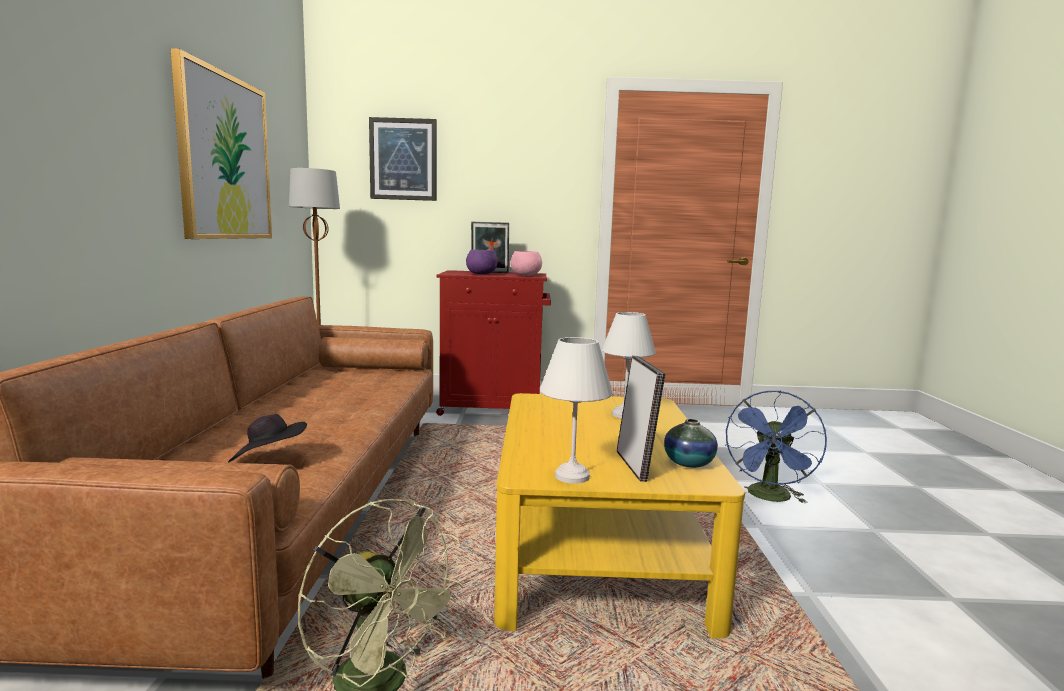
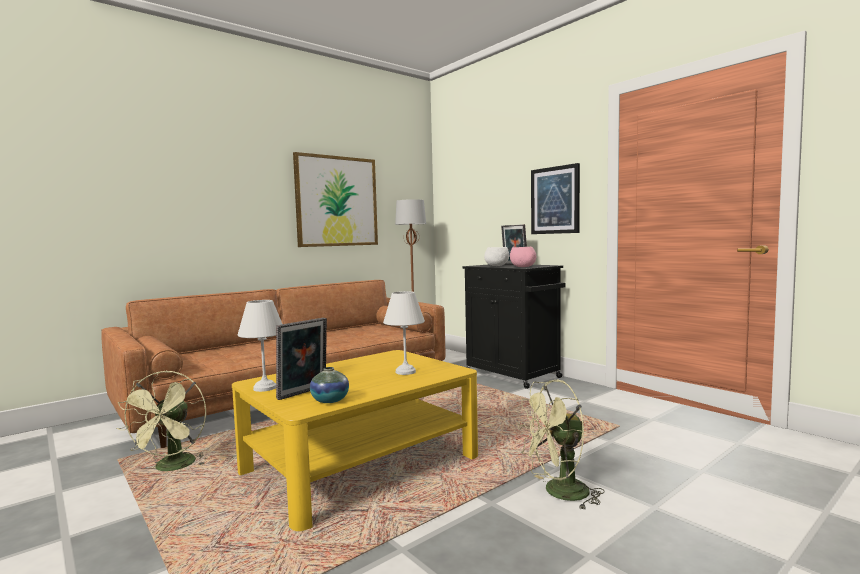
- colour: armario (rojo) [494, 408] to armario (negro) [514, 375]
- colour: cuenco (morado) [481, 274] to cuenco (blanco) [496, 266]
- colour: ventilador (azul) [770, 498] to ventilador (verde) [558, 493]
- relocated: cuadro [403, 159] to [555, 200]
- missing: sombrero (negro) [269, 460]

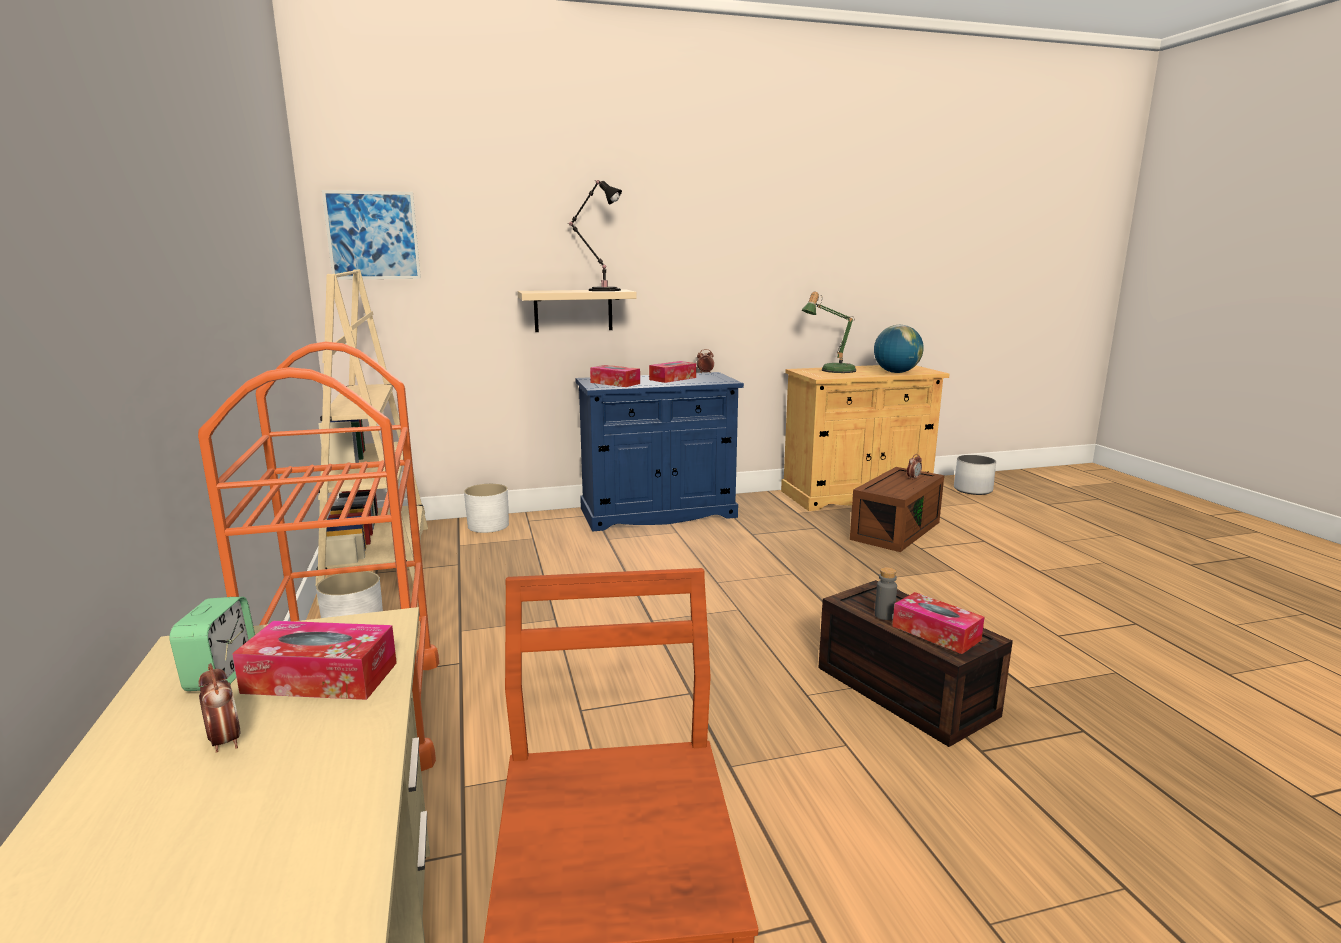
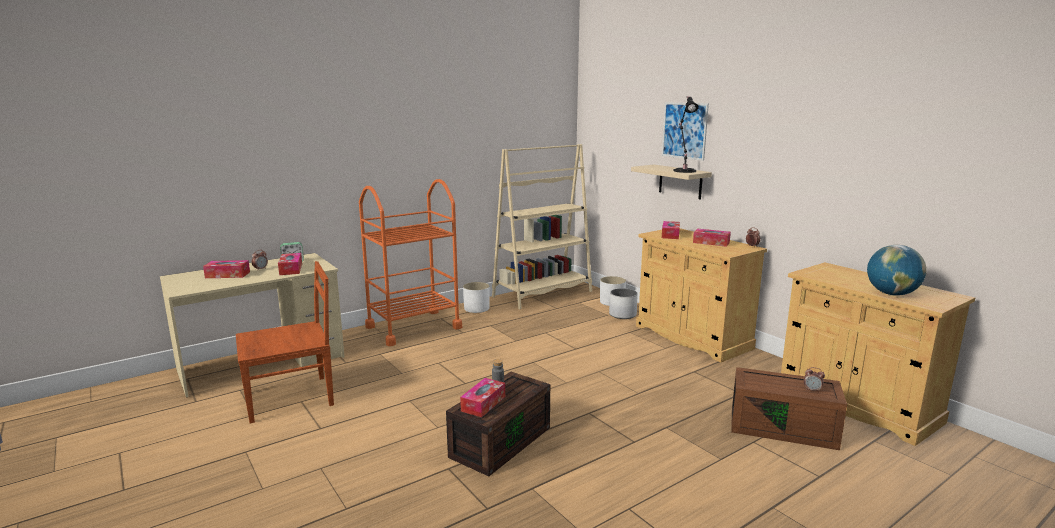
- appeared: caja de pañuelos [227, 275]
- relocated: maceta (blanco) [972, 490] to [623, 315]
- colour: armario (azul) [658, 513] to armario (beis) [692, 337]
- relocated: cuadro [372, 235] to [684, 130]
- missing: lámpara de mesa [833, 371]

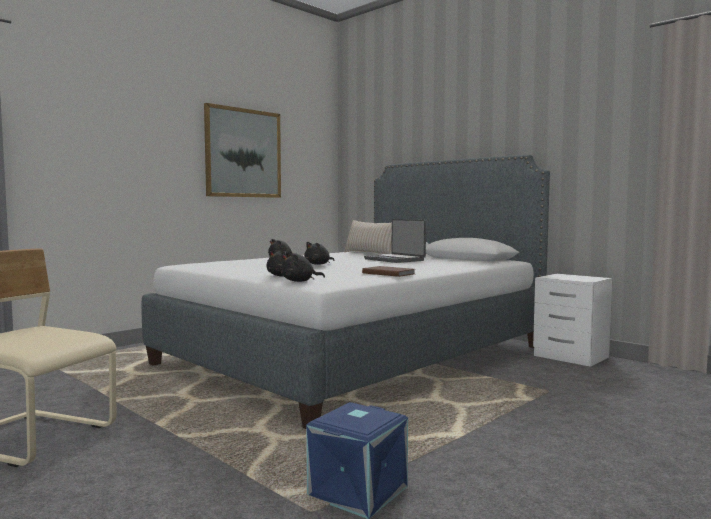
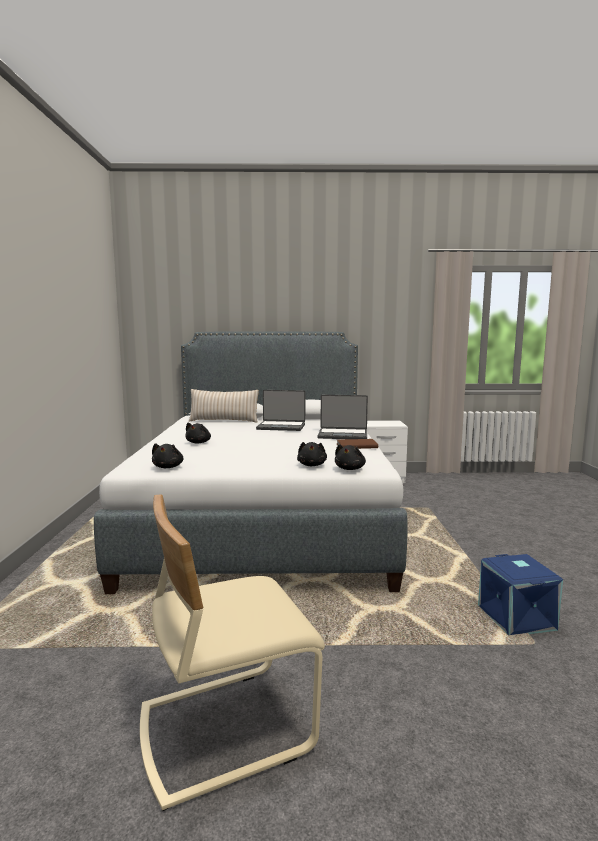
- relocated: peluche (negro) [318, 264] to [168, 467]
- appeared: portátil [343, 435]
- missing: cuadro [243, 153]

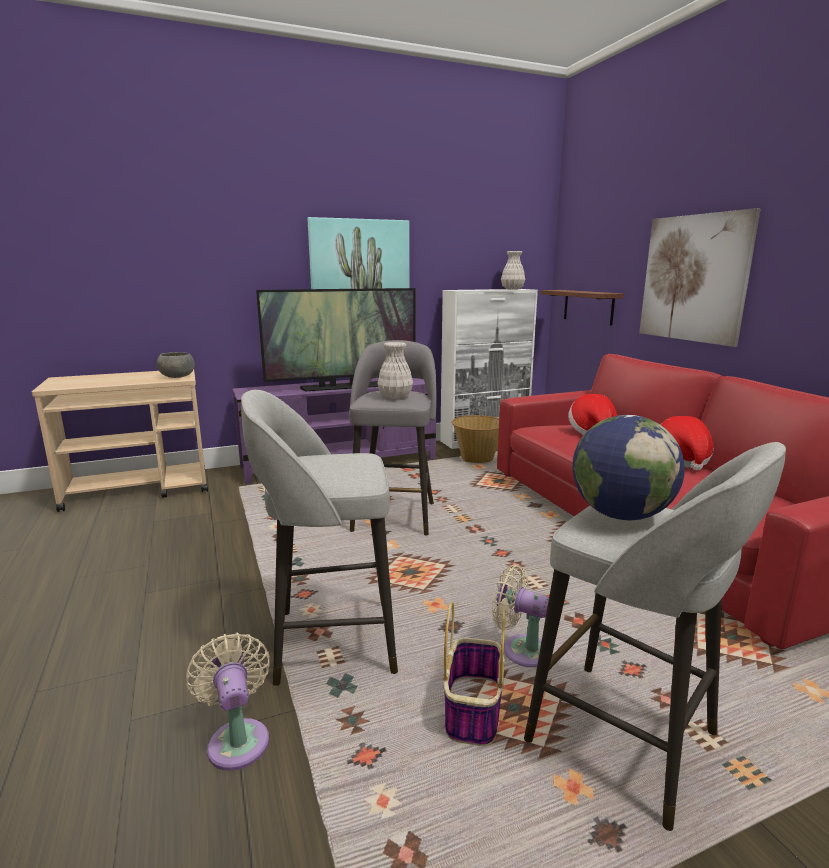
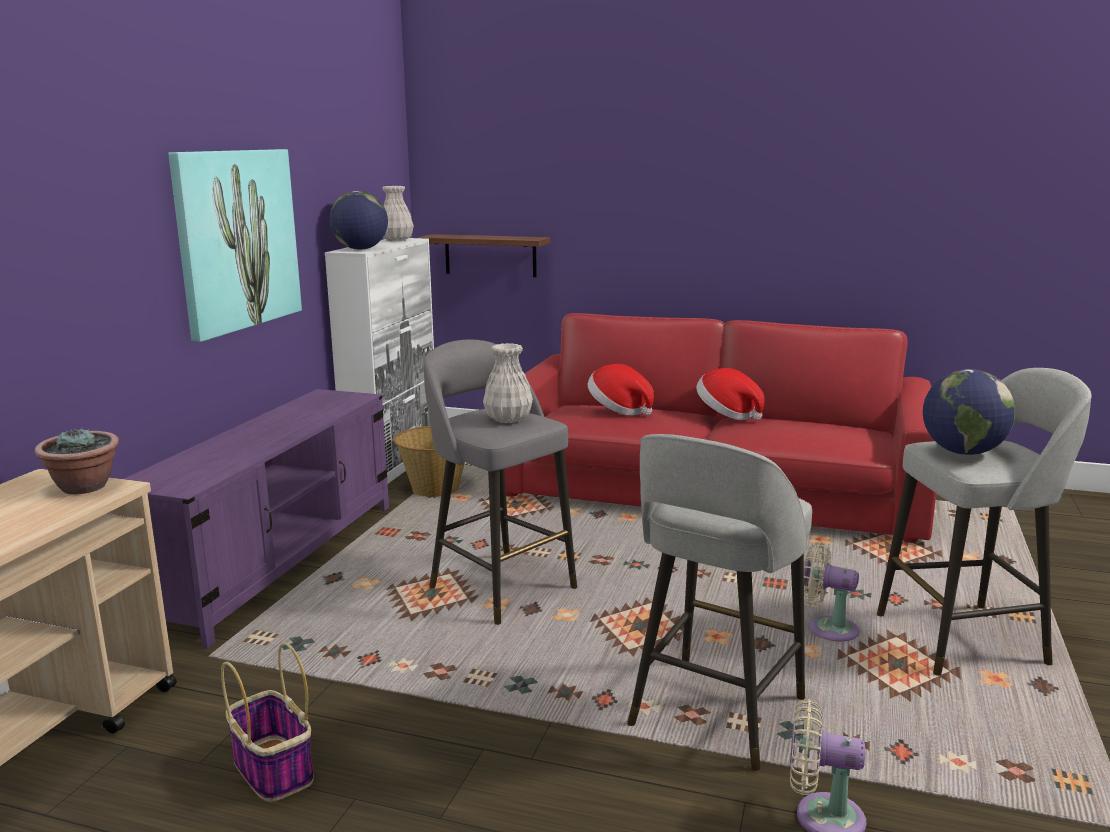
- exchanged: cuenco (gris) [177, 376] to planta en maceta [84, 487]
- relocated: cesta [472, 709] to [272, 769]
- appeared: globo terráqueo [360, 249]
- spun: ventilador (beis) [521, 650] = [827, 629] 45 degrees clockwise
- missing: televisor [342, 387]
- missing: cuadro [693, 278]

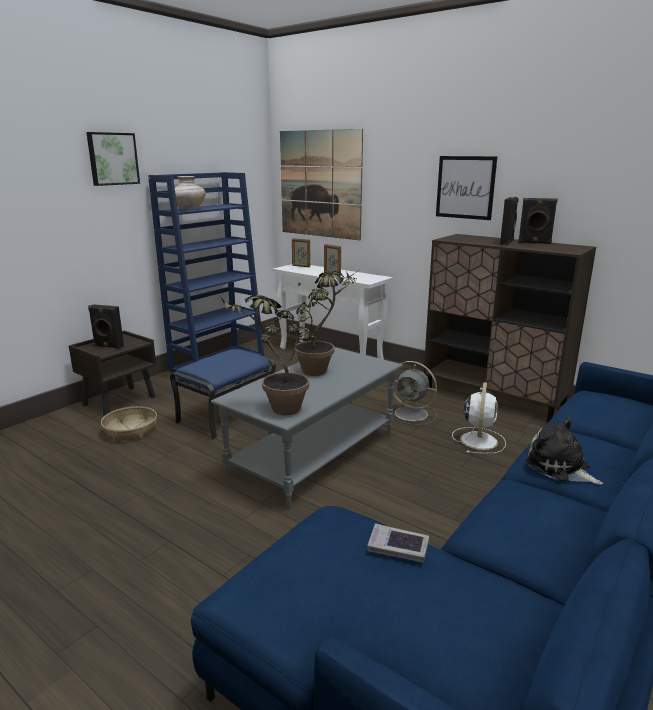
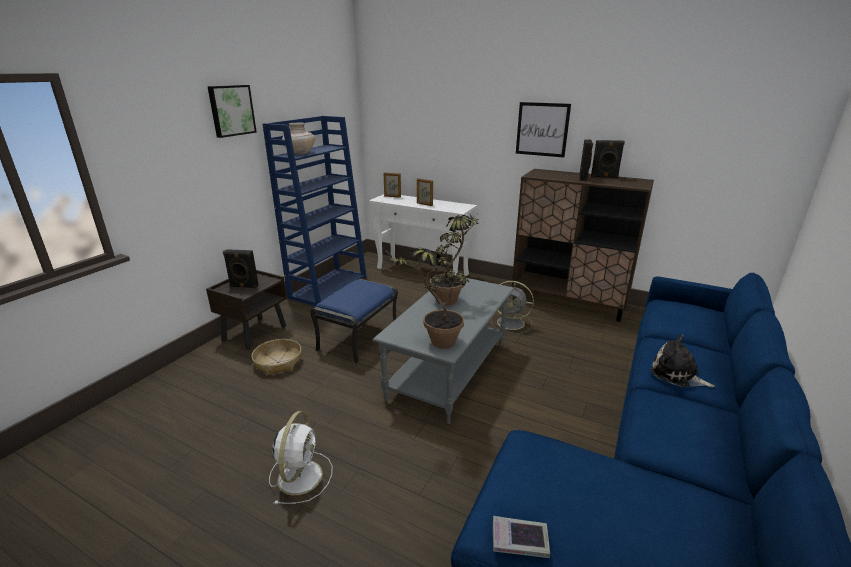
- relocated: ventilador (blanco) [478, 440] to [301, 475]
- relocated: libro [398, 548] to [519, 540]
- missing: cuadro [320, 184]

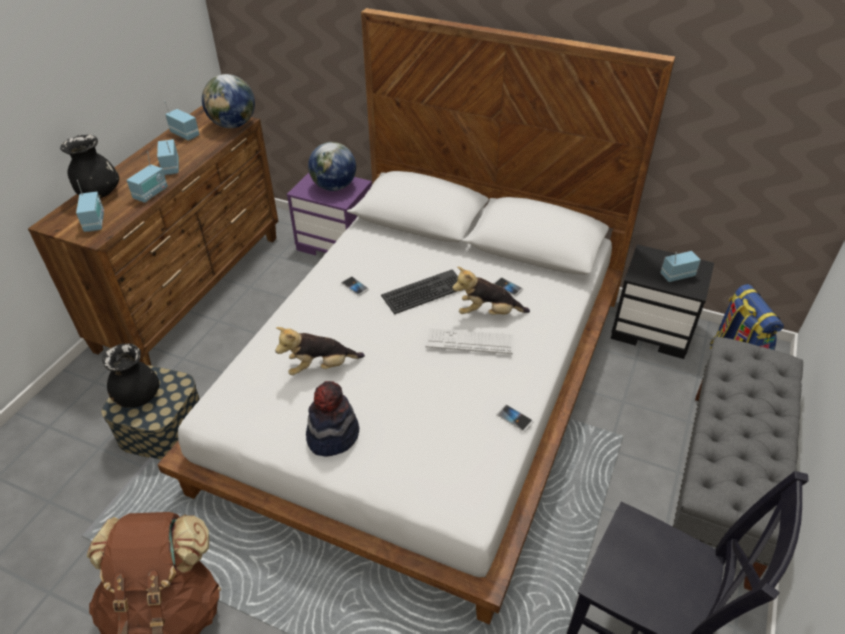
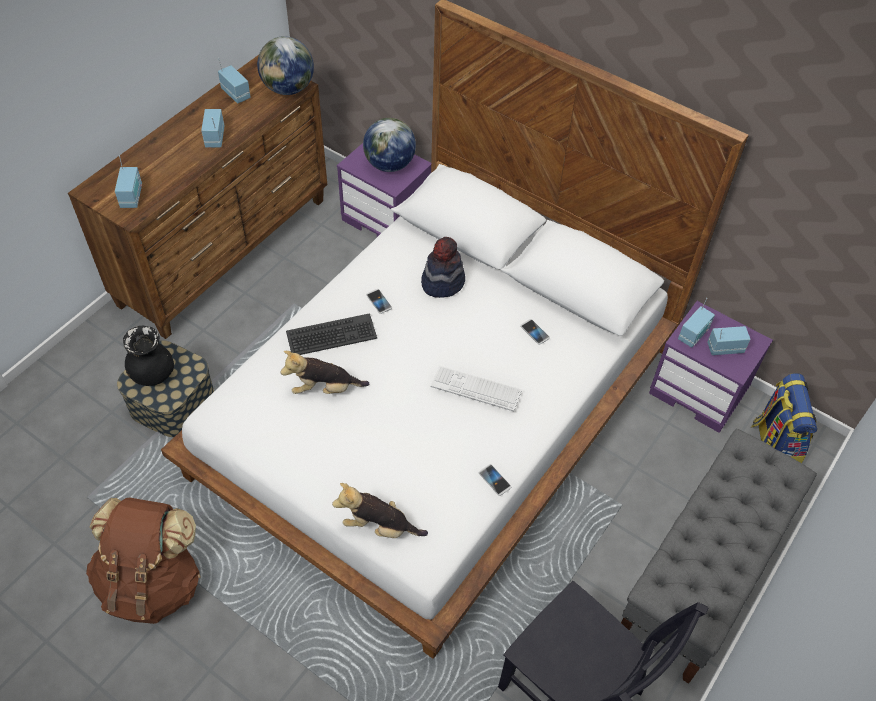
- relocated: teclado [424, 292] to [331, 336]
- relocated: peluche [488, 313] to [379, 526]
- relocated: sombrero [332, 435] to [442, 282]
- colour: mesita de noche (negro) [653, 329] to mesita de noche (morado) [699, 391]
- relocated: radio [151, 194] to [693, 335]
- missing: florero (negro) [99, 194]

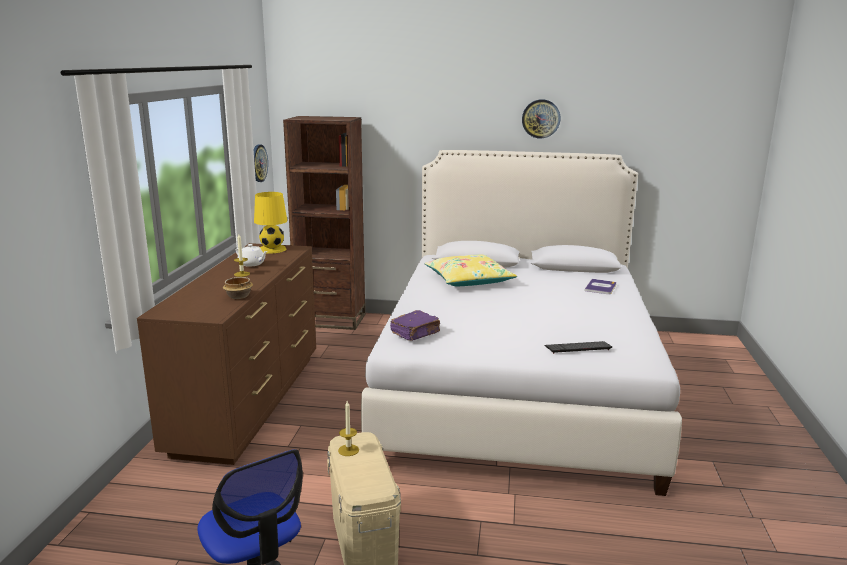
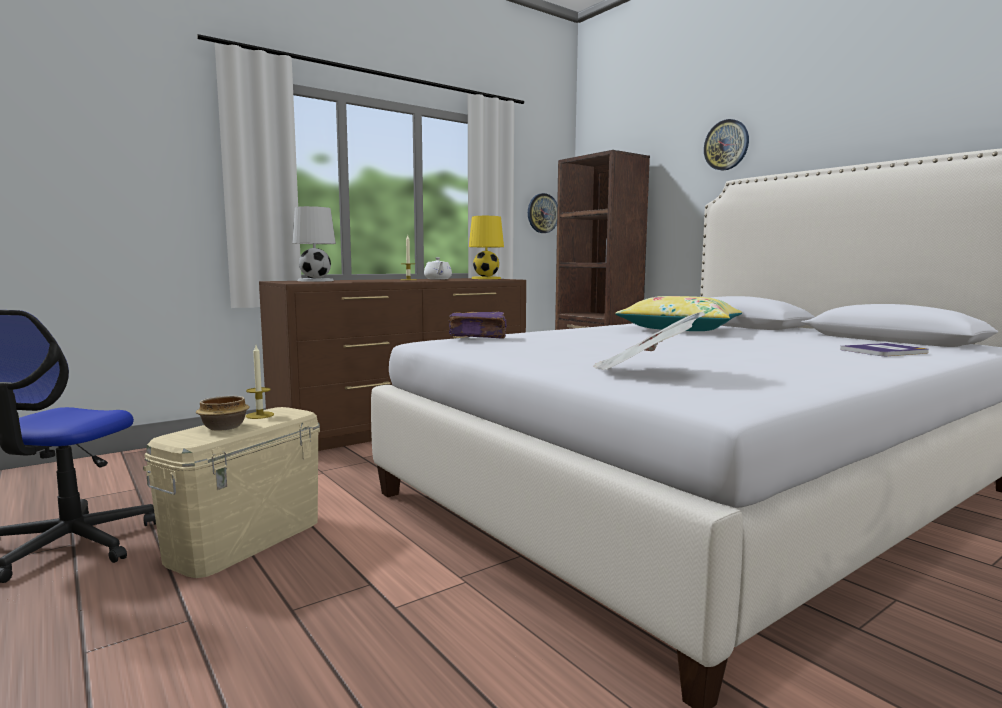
- relocated: cuenco [239, 296] to [223, 427]
- appeared: lámpara de mesa (blanco) [316, 280]
- exchanged: teclado [578, 348] to periódico [643, 371]
- relocated: reloj de pared [541, 118] to [726, 145]

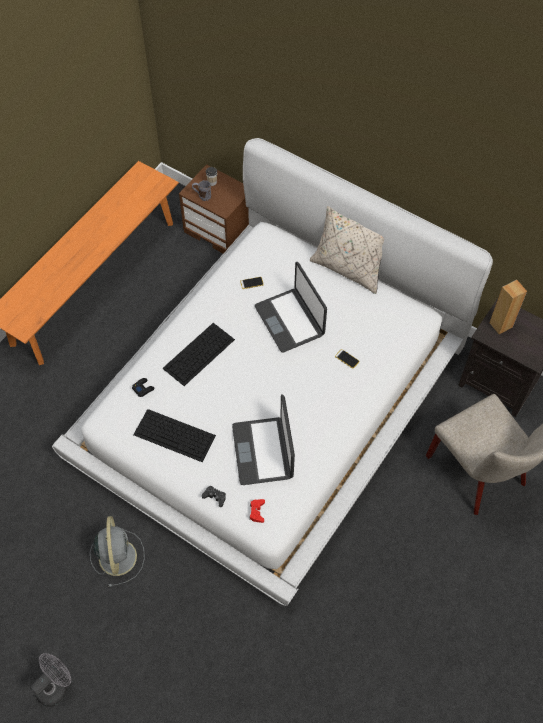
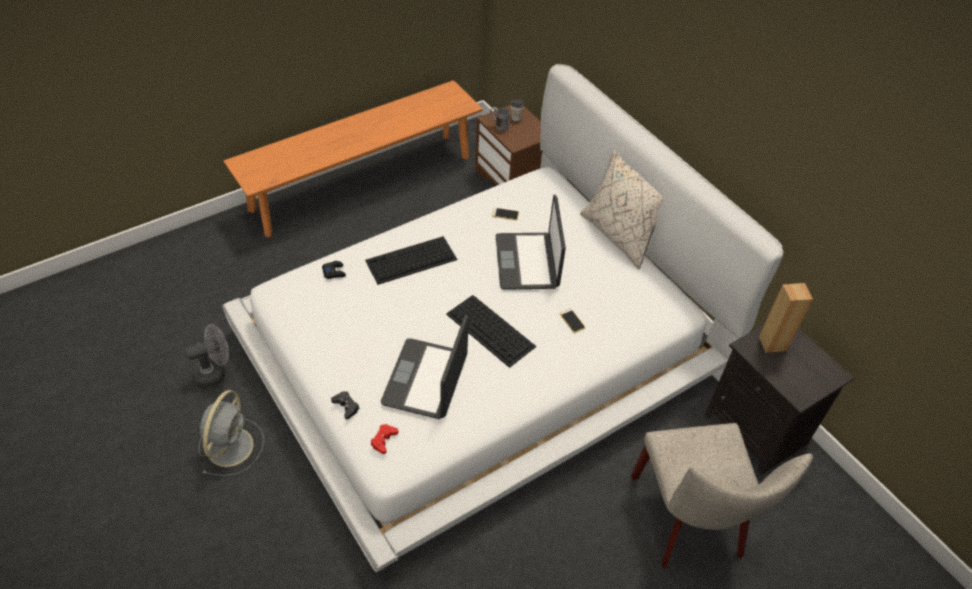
- relocated: ventilador (gris) [55, 686] to [214, 372]
- relocated: teclado [175, 435] to [491, 330]

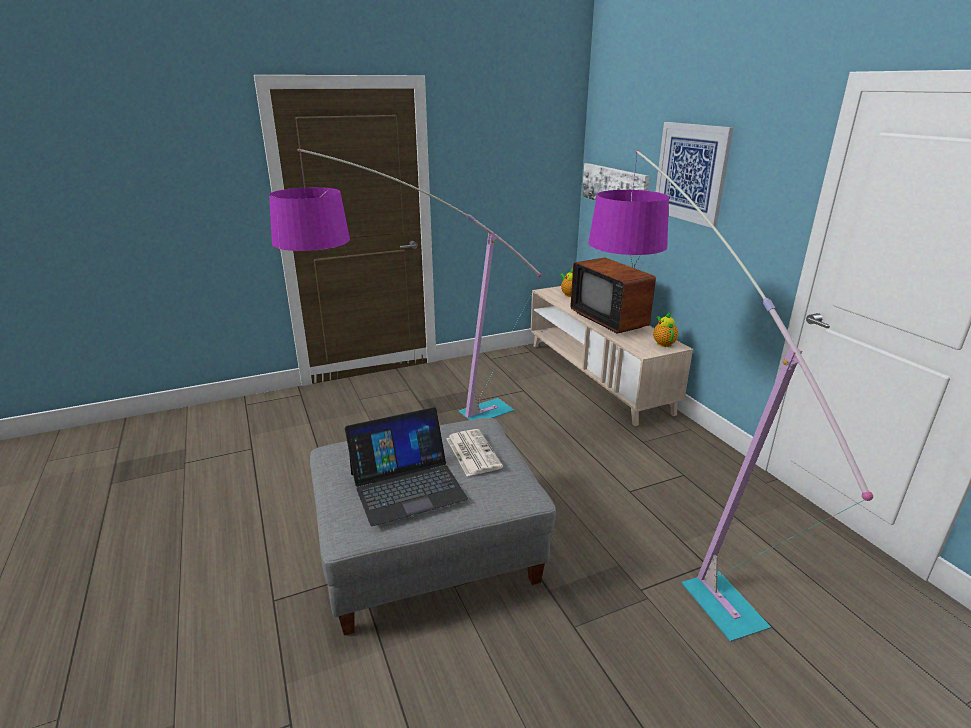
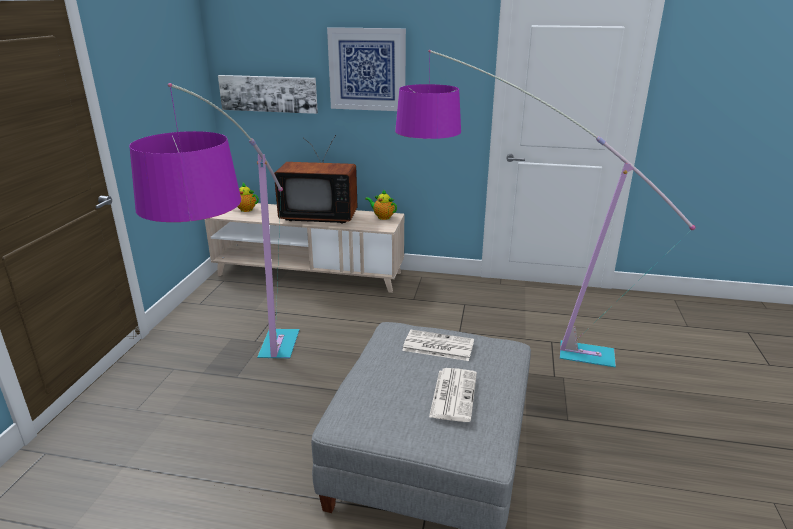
- exchanged: portátil [407, 485] to periódico [453, 394]

